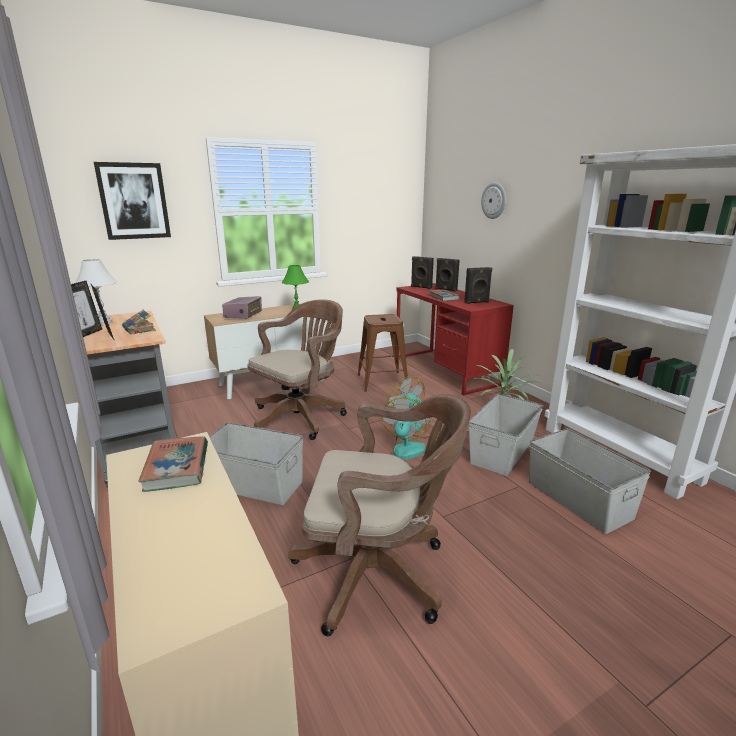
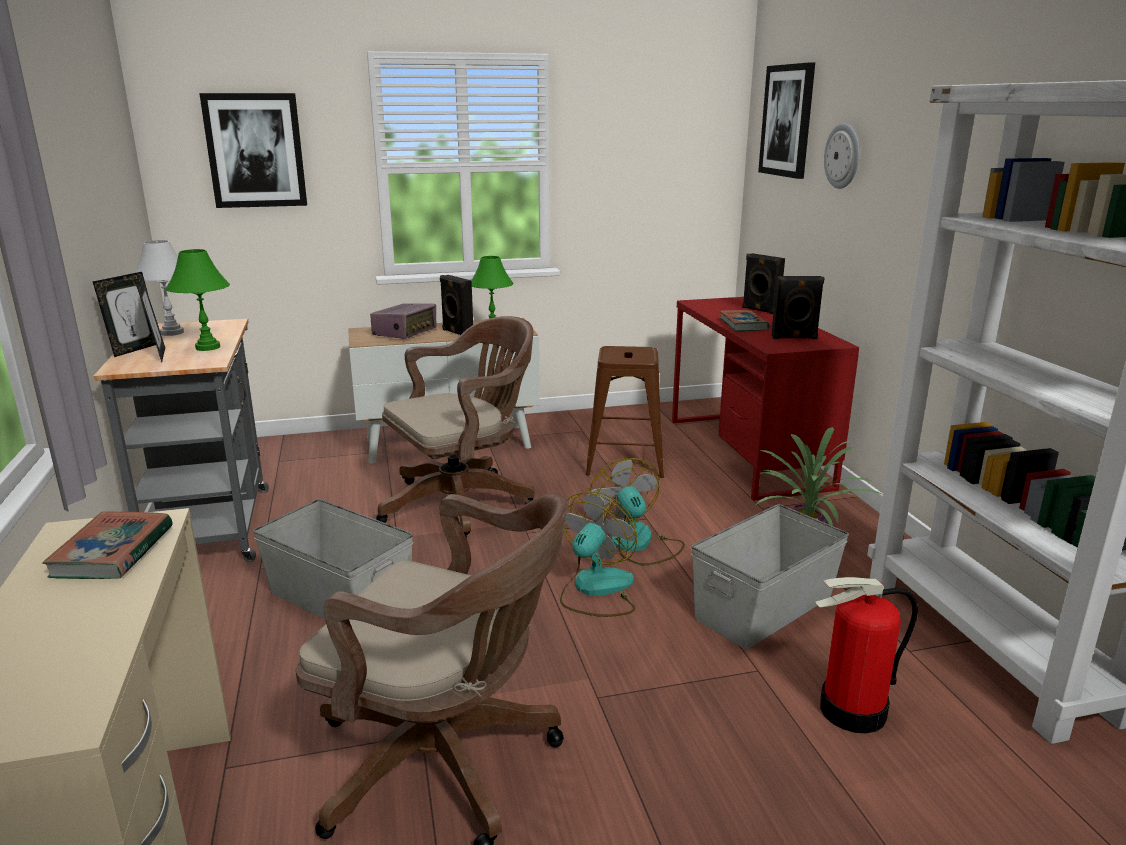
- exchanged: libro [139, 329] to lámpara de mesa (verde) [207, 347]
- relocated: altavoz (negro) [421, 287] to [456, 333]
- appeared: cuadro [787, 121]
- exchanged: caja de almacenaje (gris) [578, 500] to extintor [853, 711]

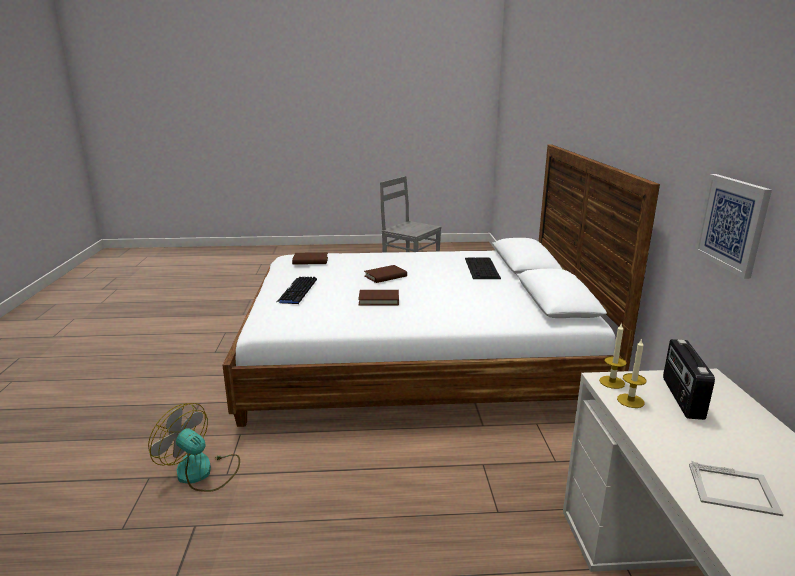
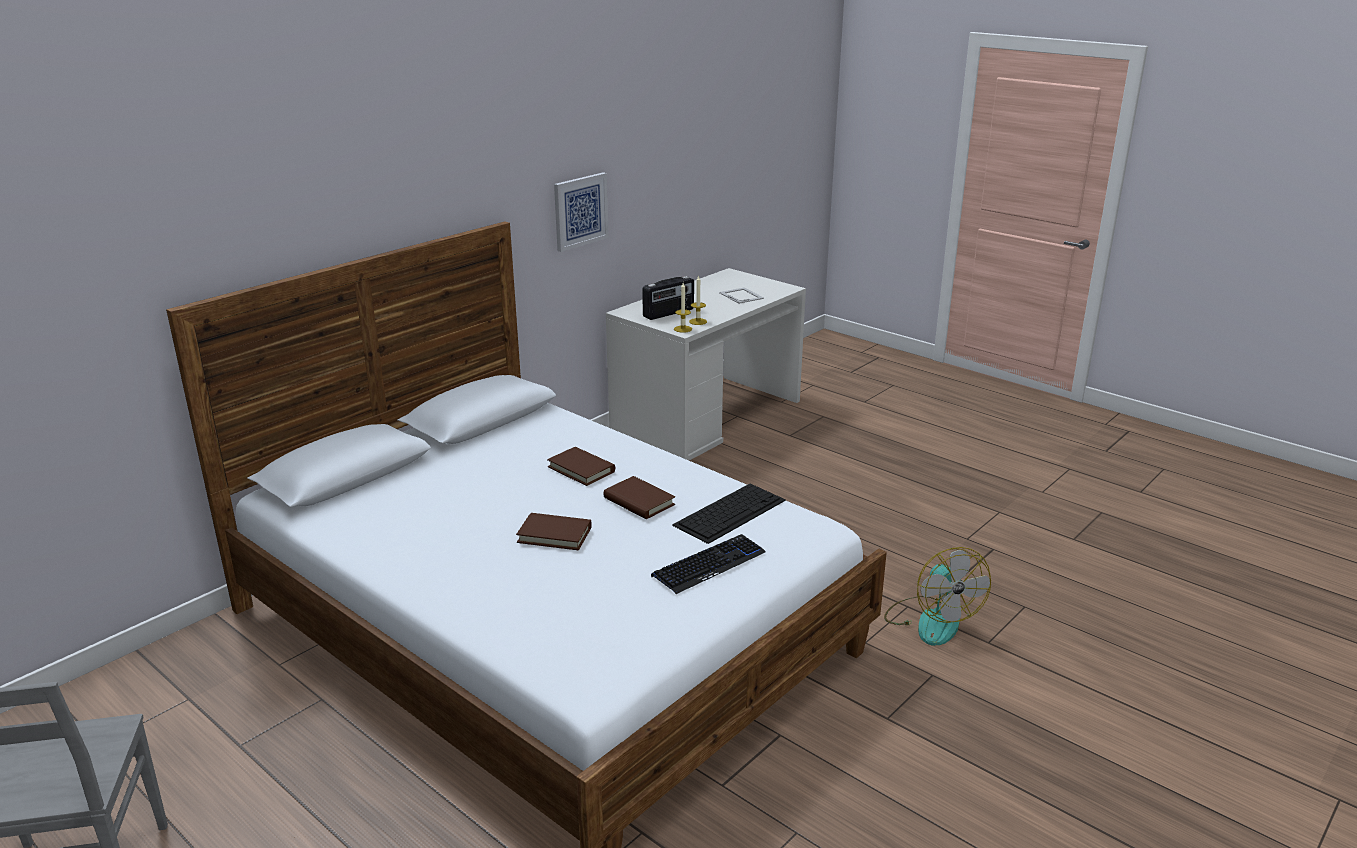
- relocated: libro (marrón) [310, 261] to [581, 469]
- relocated: teclado [482, 268] to [730, 512]

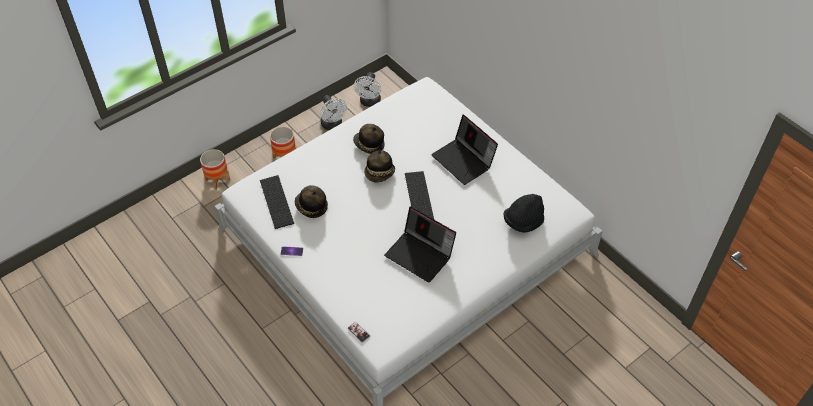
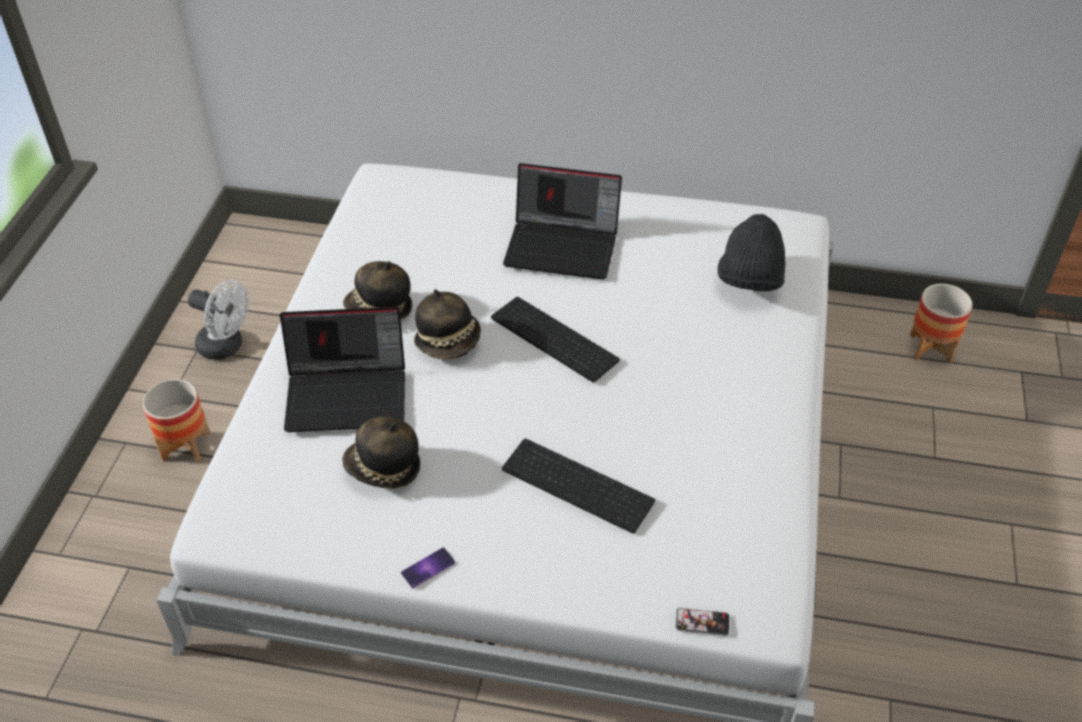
- relocated: portátil [420, 255] to [348, 394]
- relocated: teclado [278, 202] to [580, 484]
- relocated: maceta [217, 180] to [930, 348]
- missing: ventilador (blanco) [369, 102]

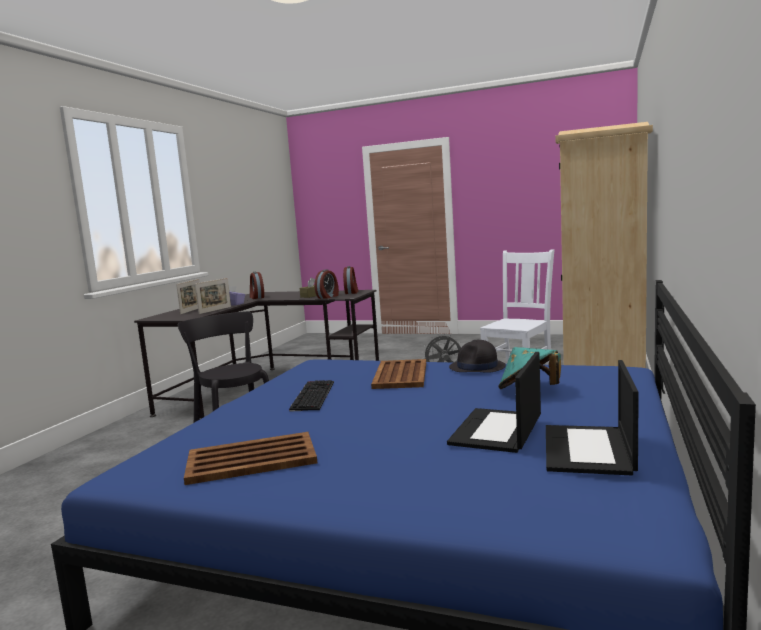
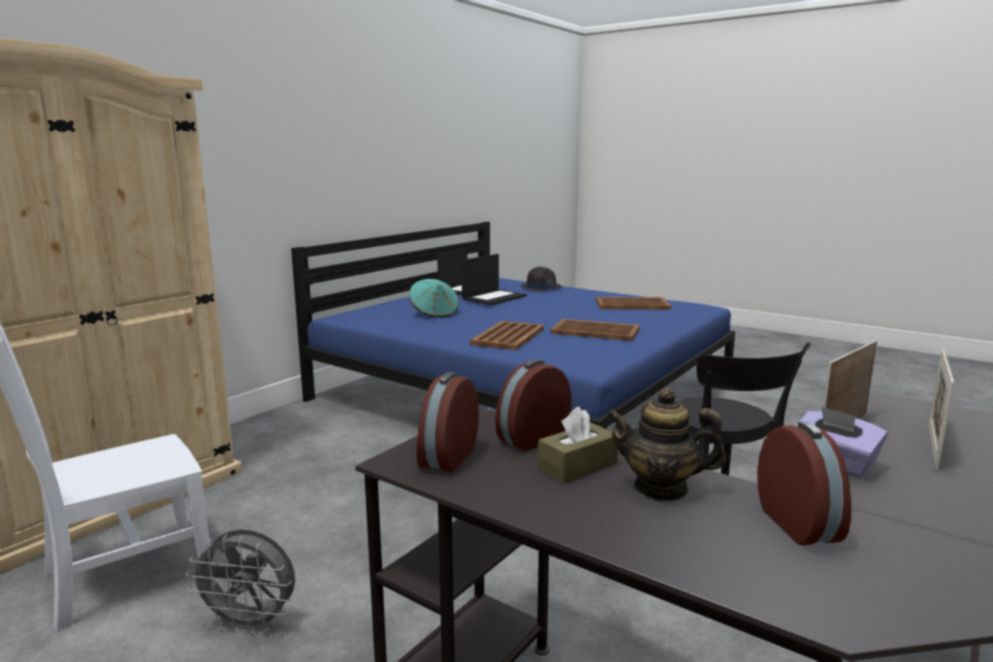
- relocated: sombrero (negro) [477, 367] to [541, 287]
- exchanged: teclado [312, 395] to bandeja (marrón) [596, 331]
- appeared: tetera [661, 489]

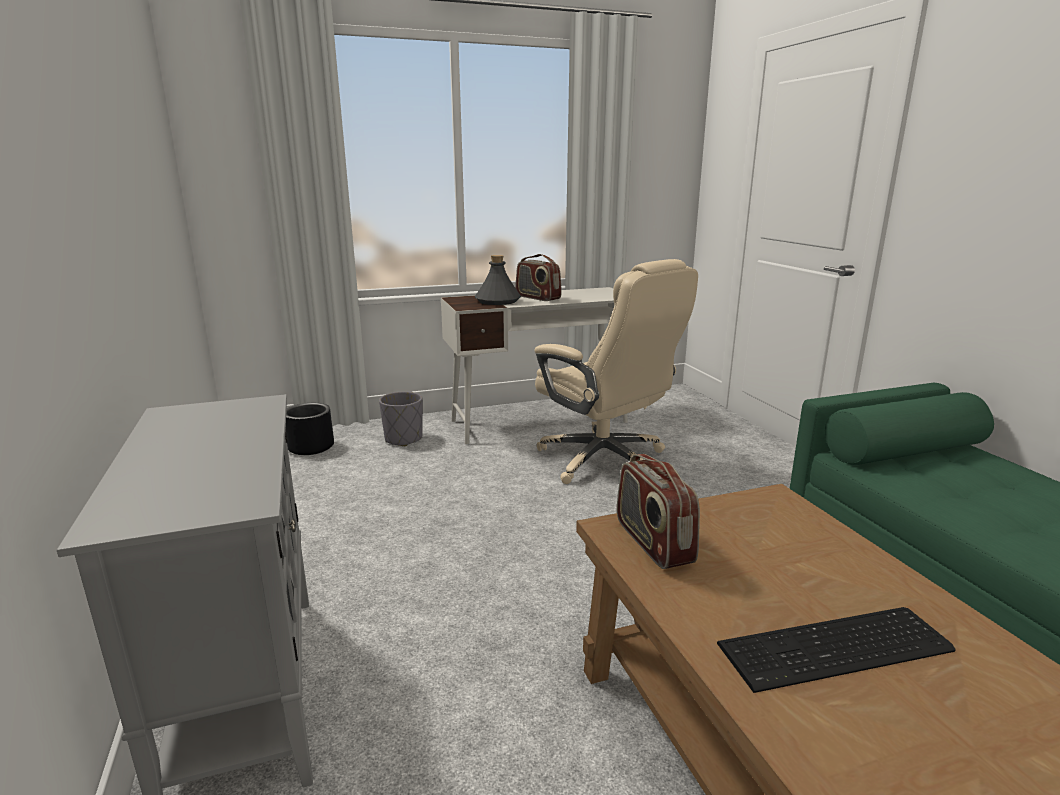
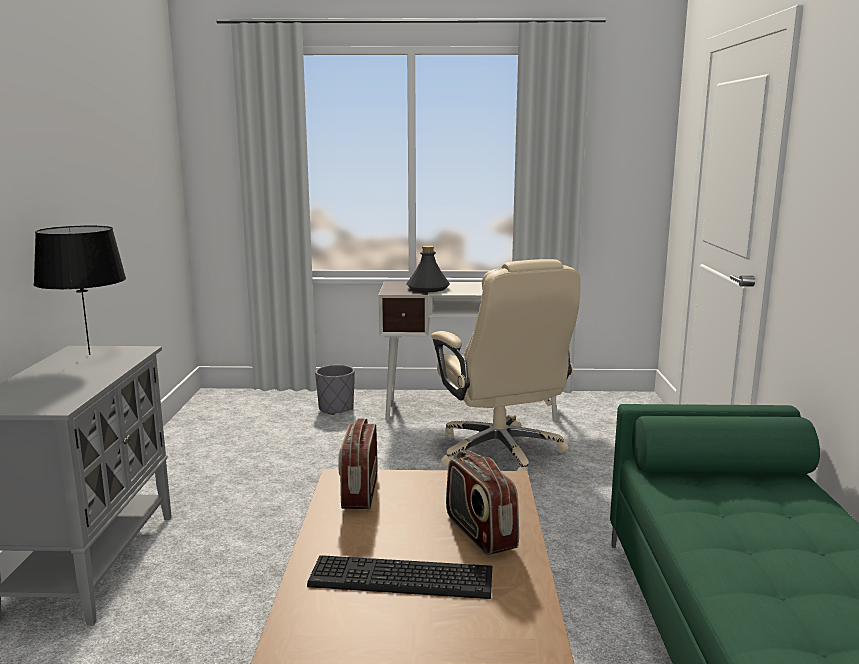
- appeared: lámpara de mesa (negro) [89, 354]
- relocated: radio [537, 298] to [479, 533]
- missing: maceta (negro) [311, 447]

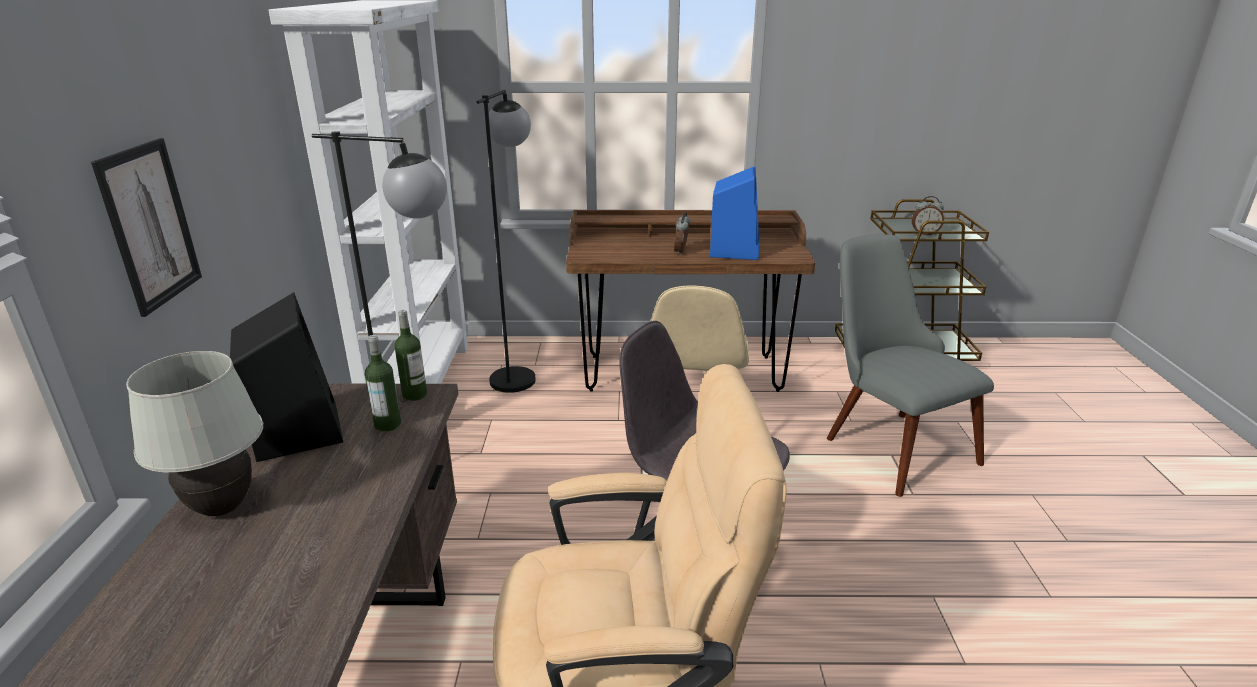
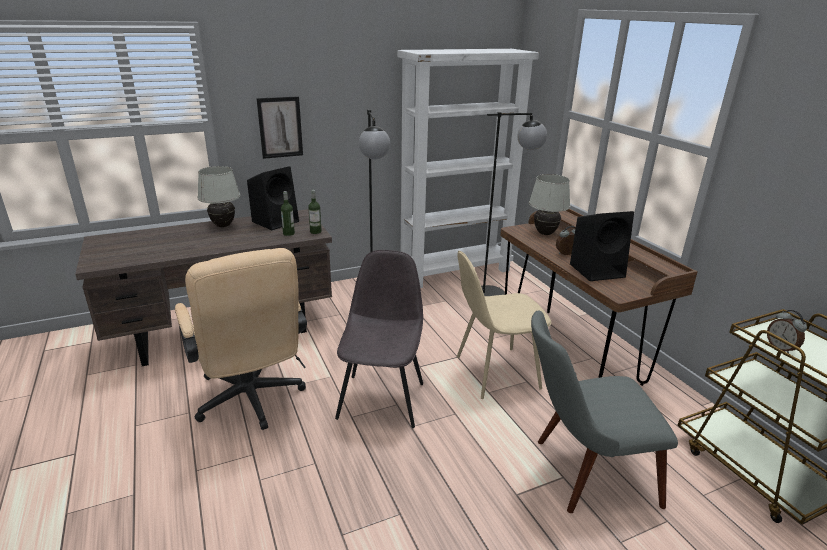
- appeared: lámpara de mesa (blanco) [545, 233]
- spun: silla (gris) [887, 442] = [580, 472] 135 degrees counterclockwise
- colour: altavoz (azul) [734, 250] to altavoz (negro) [598, 270]

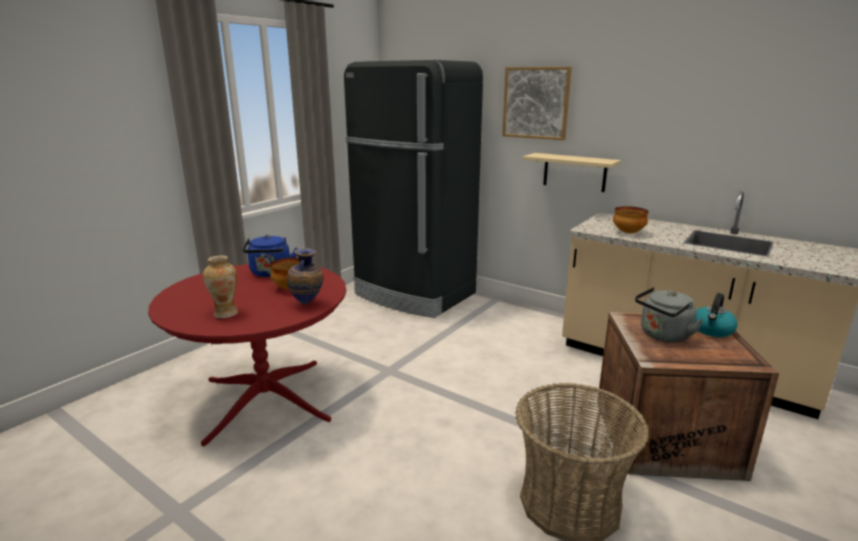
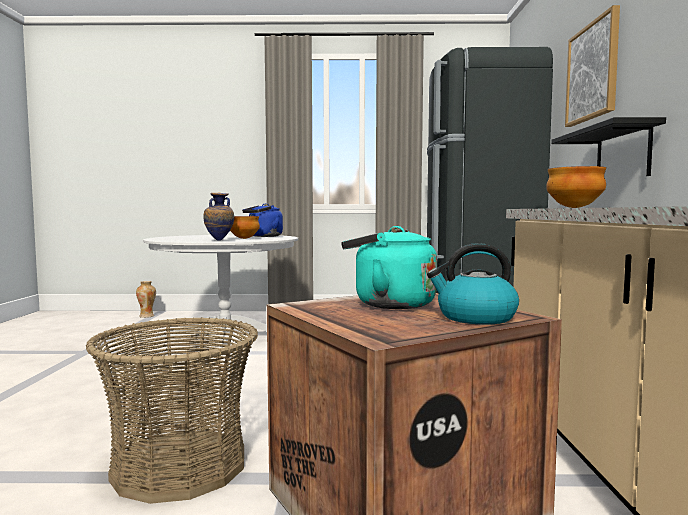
- relocated: florero [225, 313] to [147, 316]
- colour: mesa de comedor (rojo) [265, 399] to mesa de comedor (blanco) [225, 336]
- colour: hervidor (gris) [663, 336] to hervidor (turquesa) [389, 304]
- colour: estante (beis) [574, 172] to estante (negro) [622, 154]

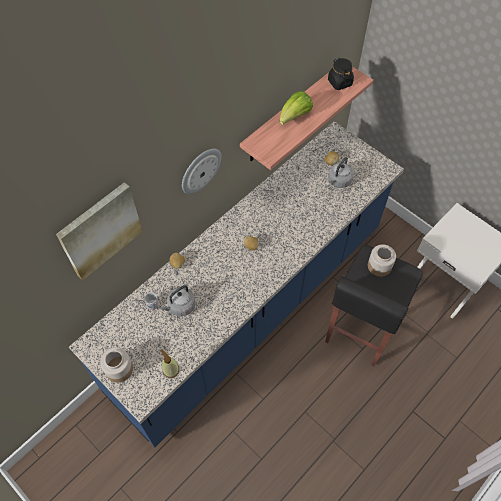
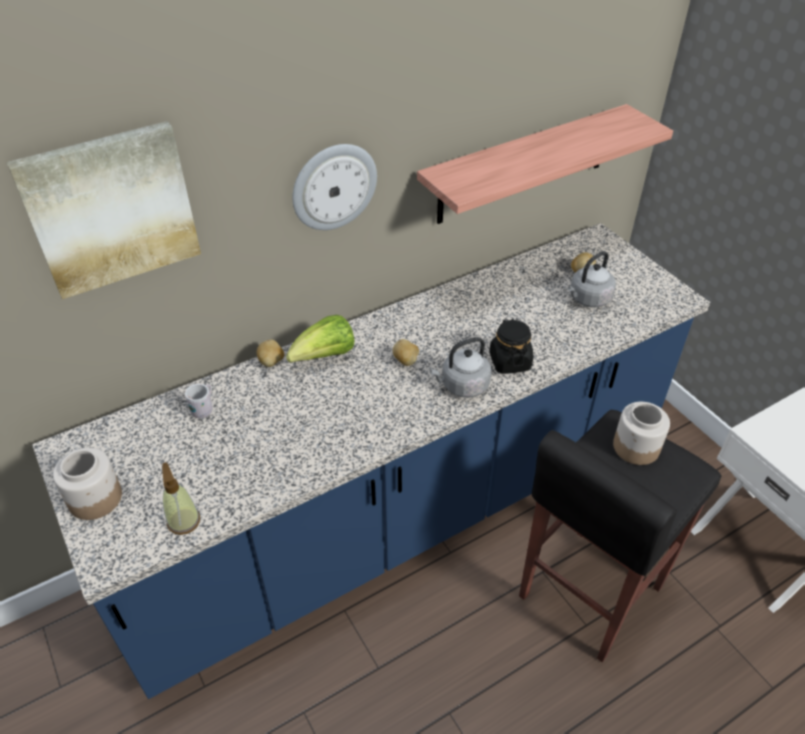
- relocated: lechuga [294, 117] to [325, 356]
- relocated: hervidor (gris) [180, 306] to [462, 386]
- relocated: tarro (negro) [339, 82] to [509, 361]

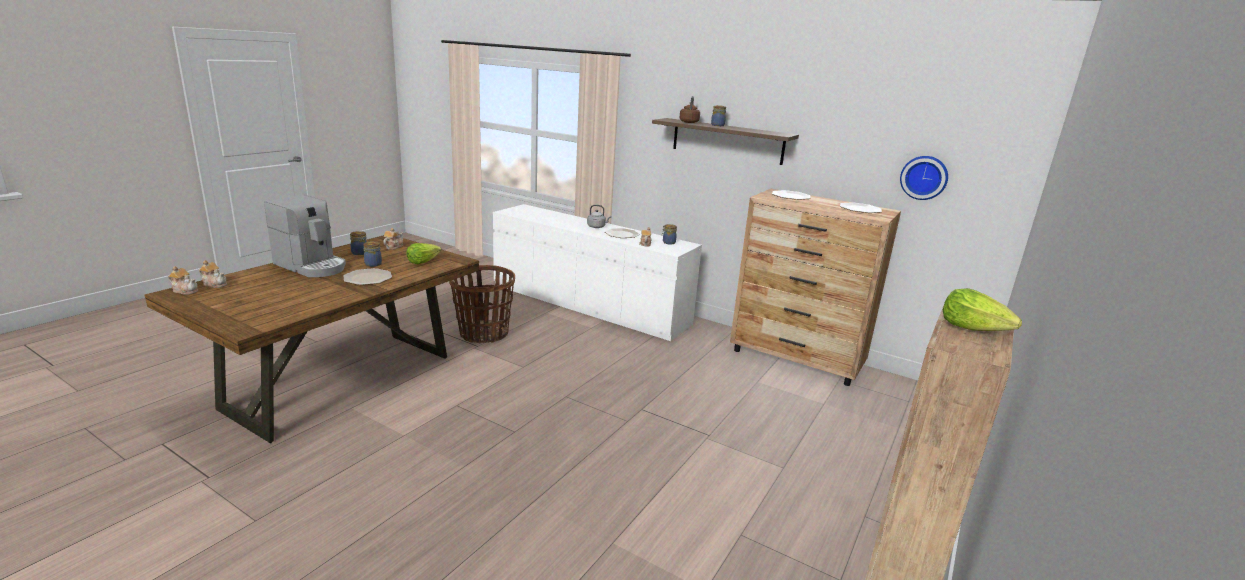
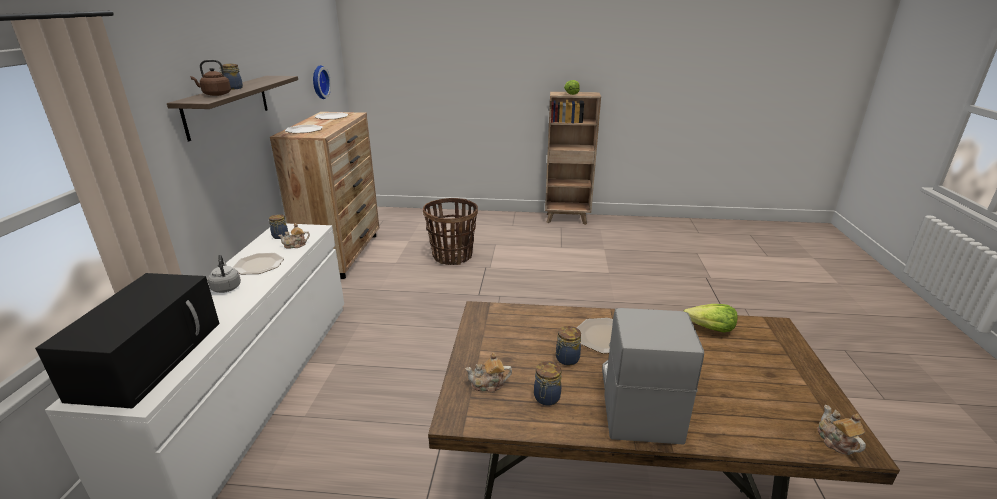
- appeared: microondas (negro) [150, 357]
- relocated: cesta [483, 334] to [452, 256]
- relocated: lechuga [422, 261] to [710, 329]
- missing: tetera [215, 284]

